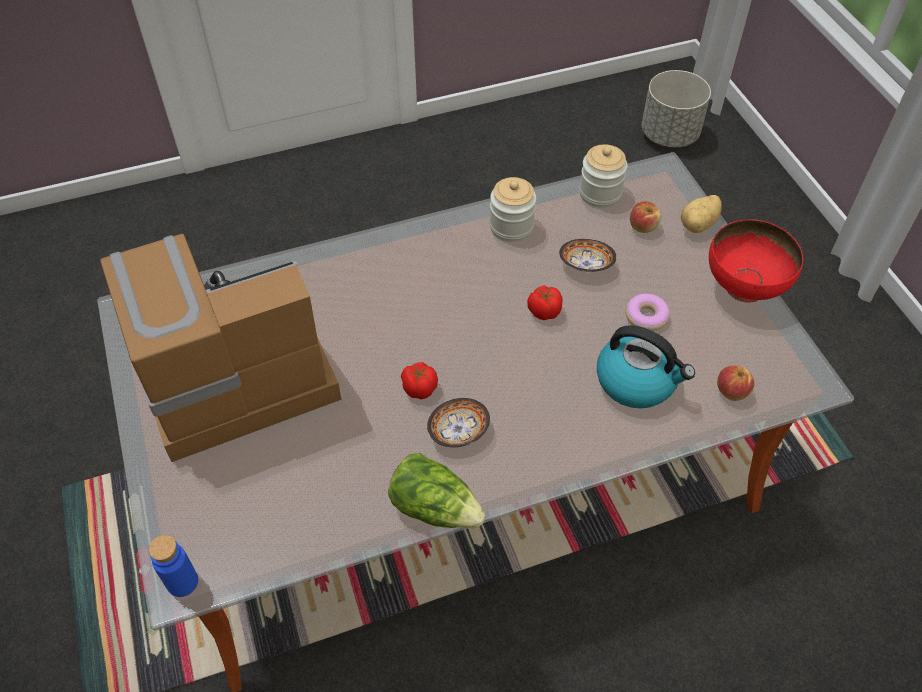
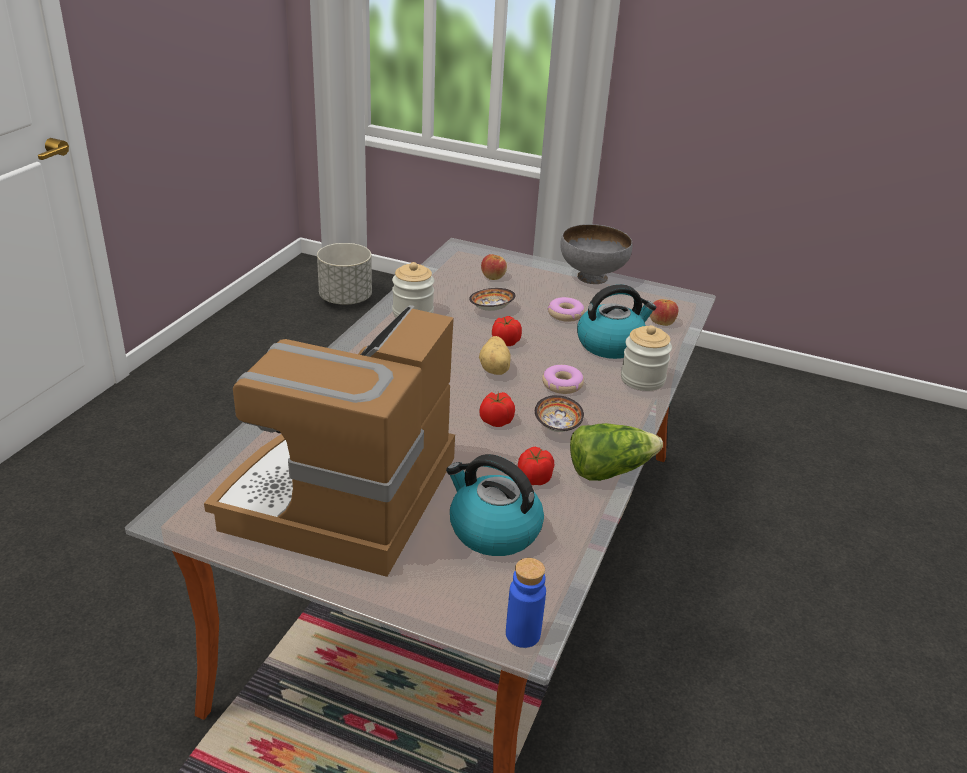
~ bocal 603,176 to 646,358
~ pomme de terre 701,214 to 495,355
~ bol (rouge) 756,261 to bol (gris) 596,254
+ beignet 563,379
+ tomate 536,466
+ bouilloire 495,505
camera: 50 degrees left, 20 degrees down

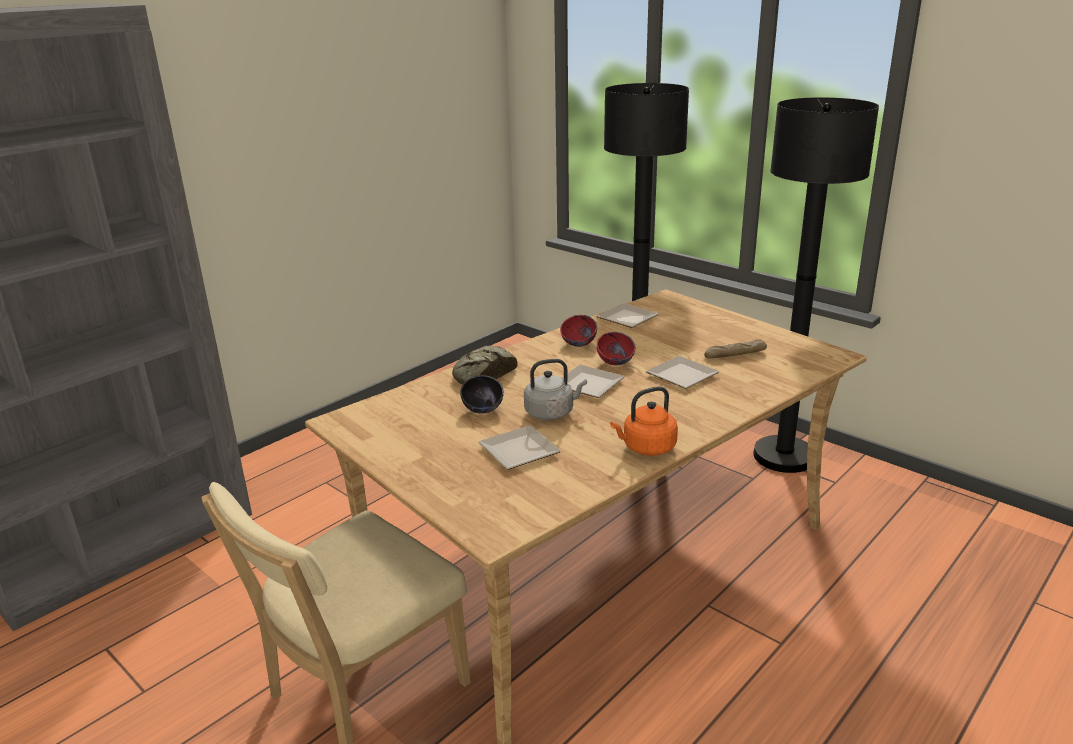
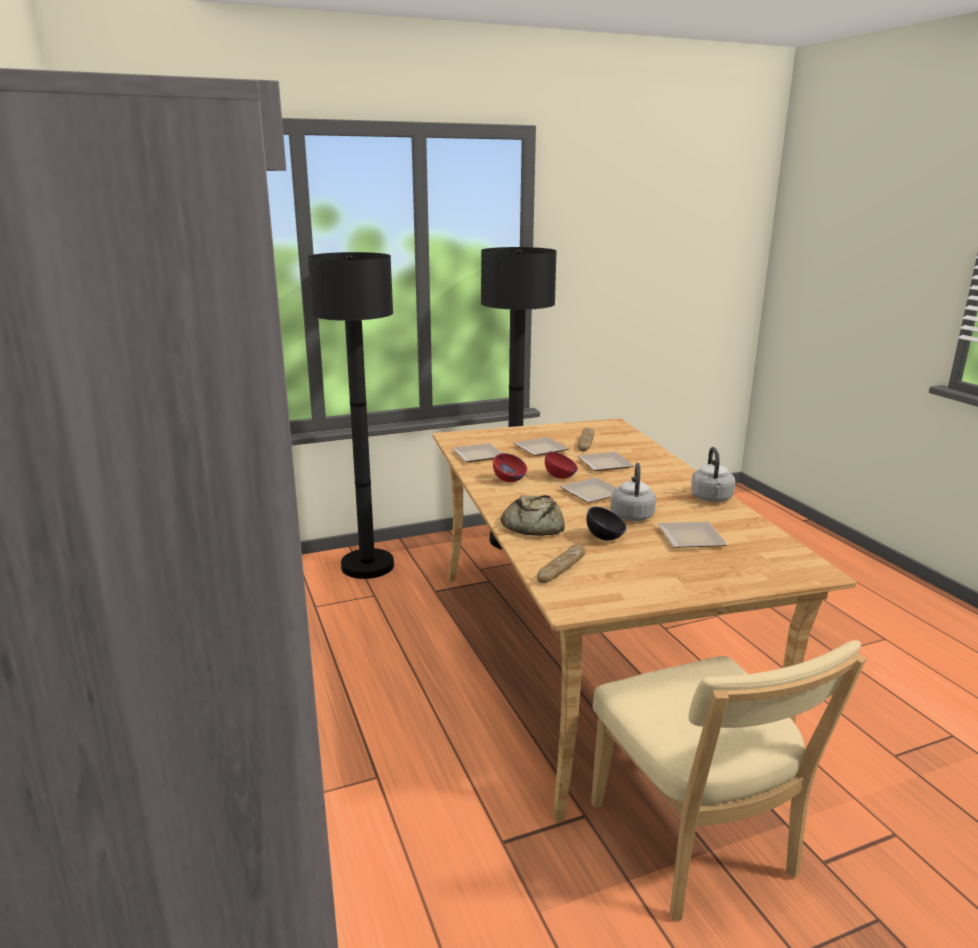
~ bouilloire (orange) 644,421 to bouilloire (gris) 713,474
+ assiette 542,446
+ pain 561,563
camera: 65 degrees left, 5 degrees down

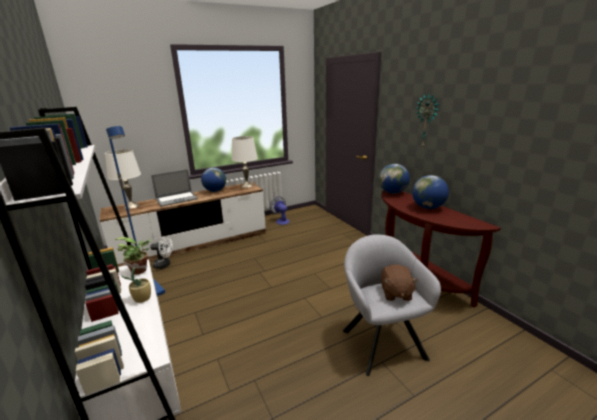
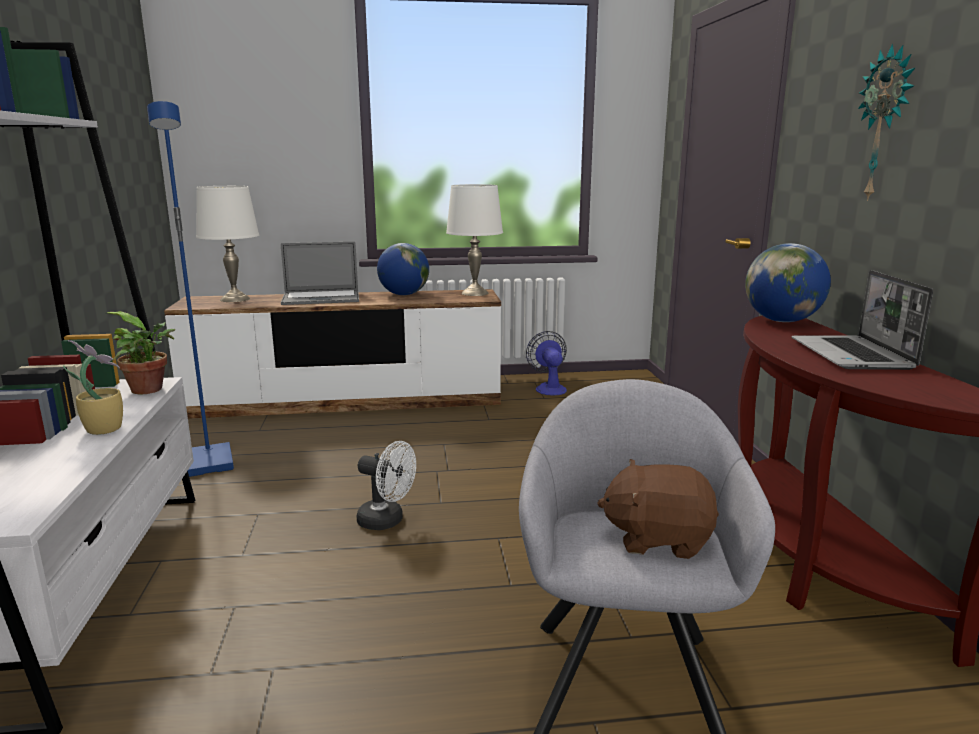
~ globe 430,192 to ordinateur portable 862,320
~ ventilateur (blanc) 161,252 to 386,485
~ peluche (marron) 399,282 = 658,509 75 degrees clockwise
camera: 20 degrees right, 5 degrees down

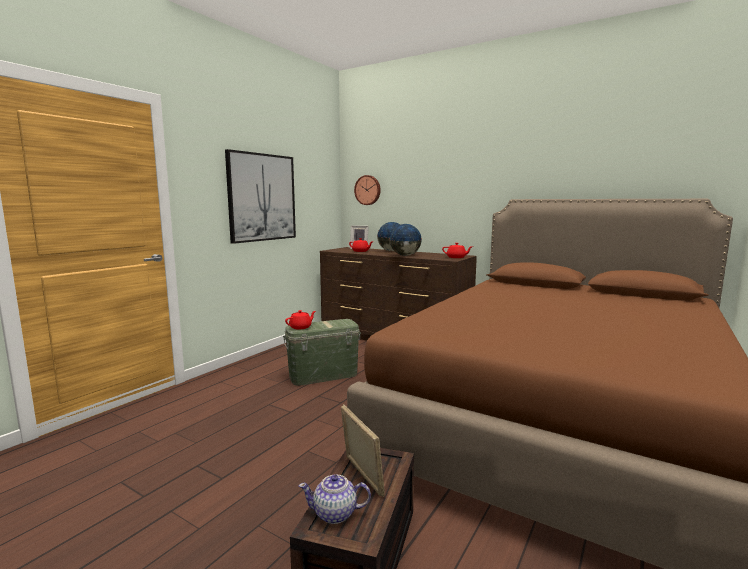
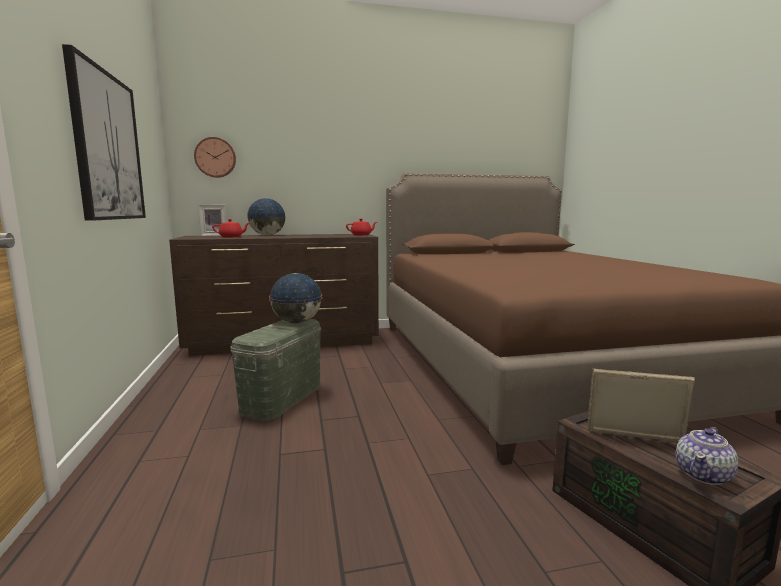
~ globe 406,240 to 296,298
- théière (rouge) 300,320
camera: 45 degrees left, 0 degrees up

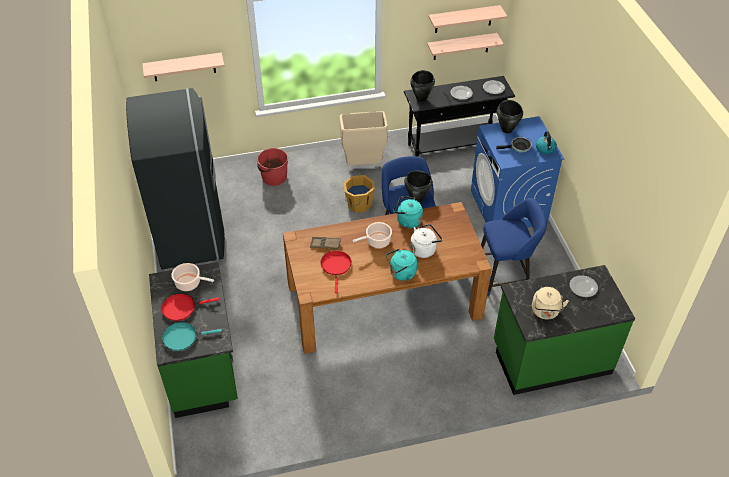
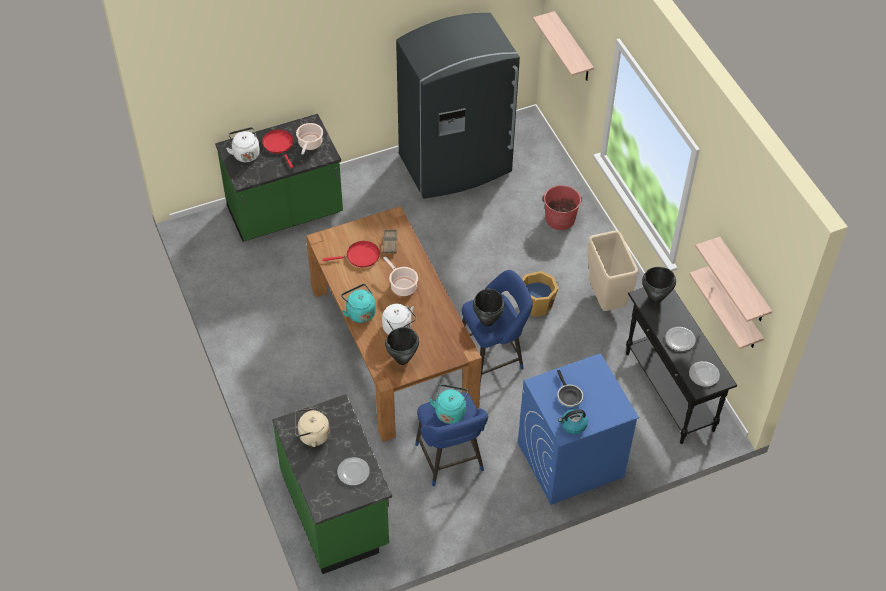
~ marmite (noir) 510,116 to 402,346
~ bouilloire (turquoise) 408,212 to 448,404
~ poêle (turquoise) 192,336 to bouilloire (blanc) 243,144
camera: 80 degrees right, 5 degrees up

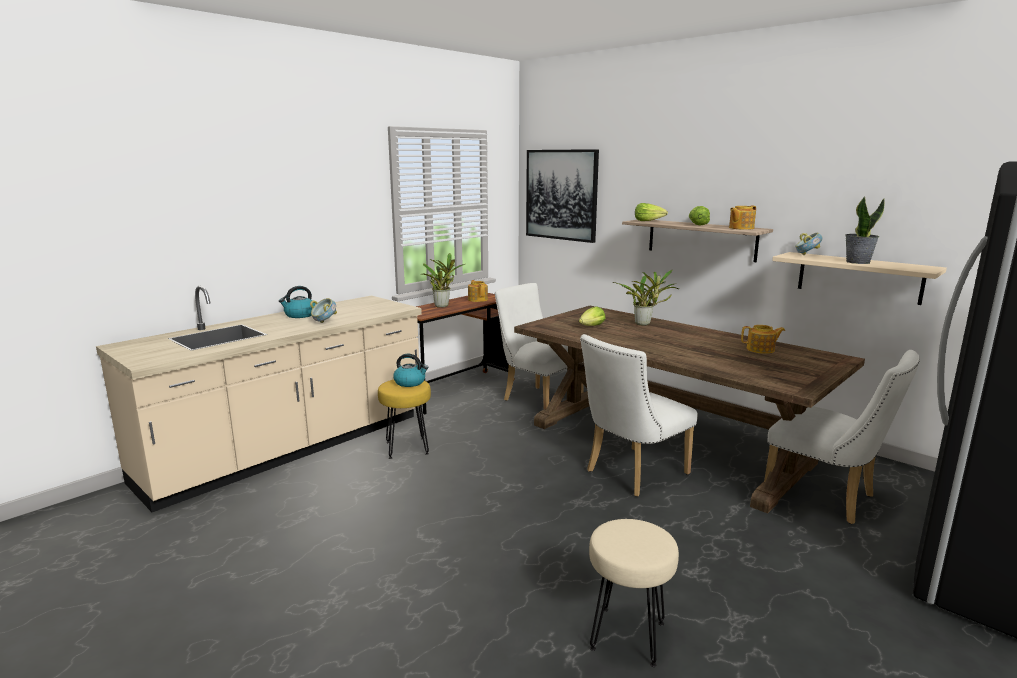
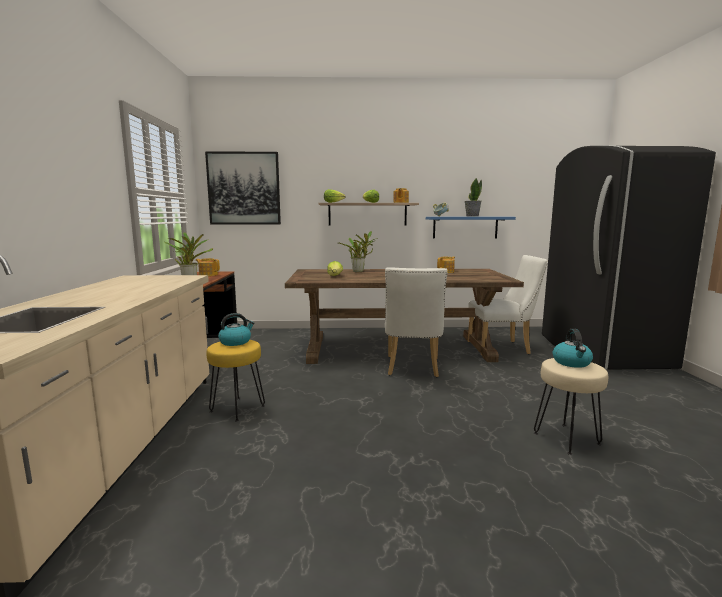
~ étagère (beige) 859,278 to étagère (bleu) 471,227
- chaise (blanc) 539,346
~ bouilloire 297,302 to 573,348
- bol 323,310
camera: 45 degrees left, 5 degrees down

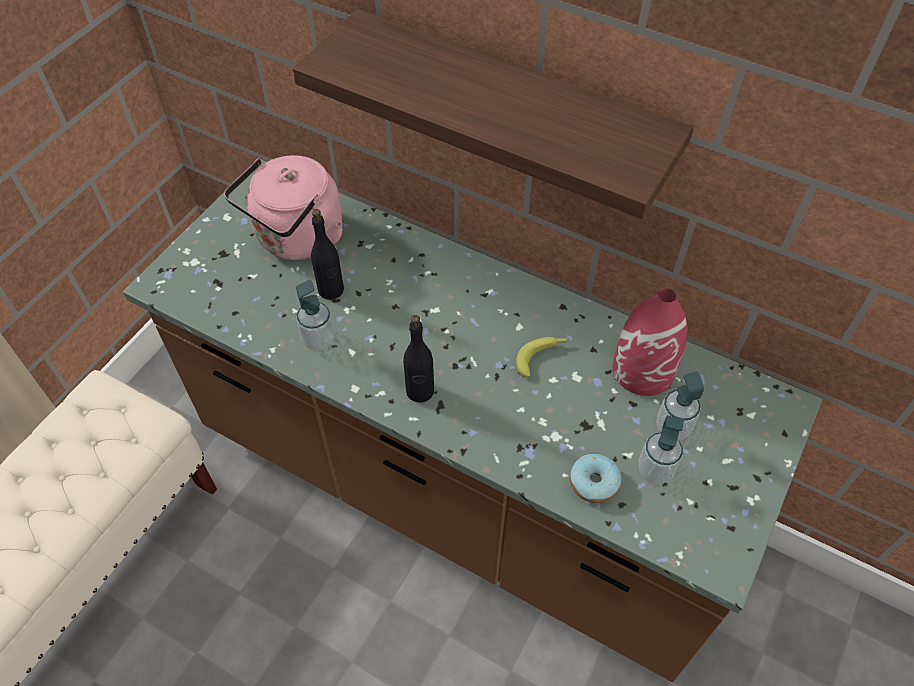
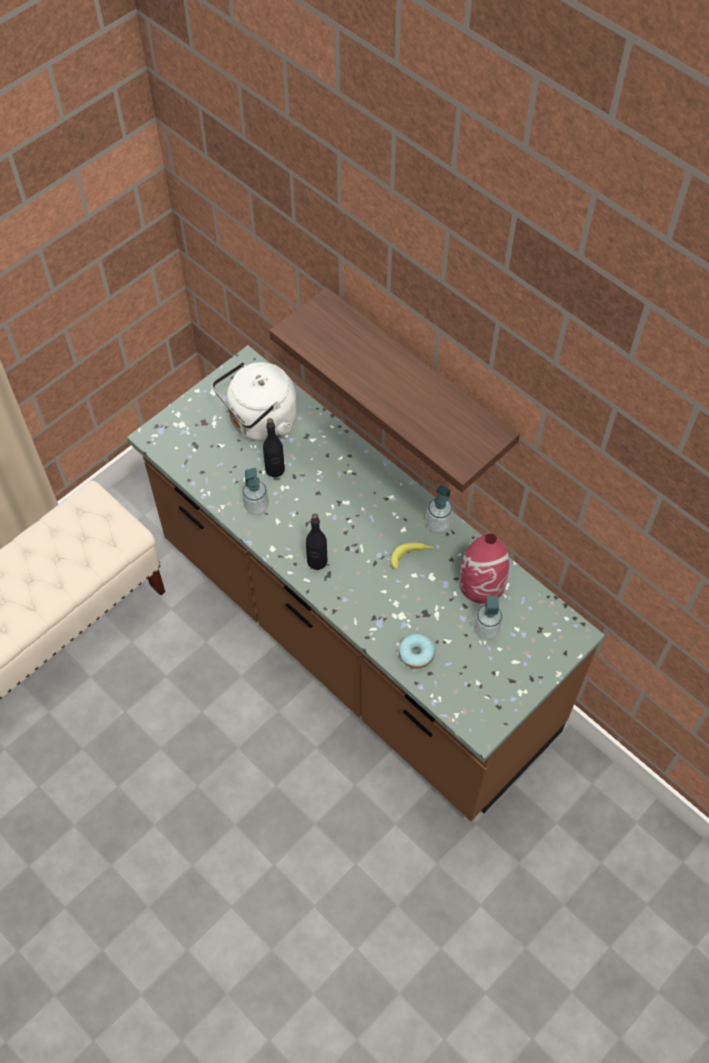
~ bouilloire (rose) 283,207 to bouilloire (blanc) 254,401
~ distributeur de savon 661,449 to 439,508
camera: 15 degrees right, 5 degrees up

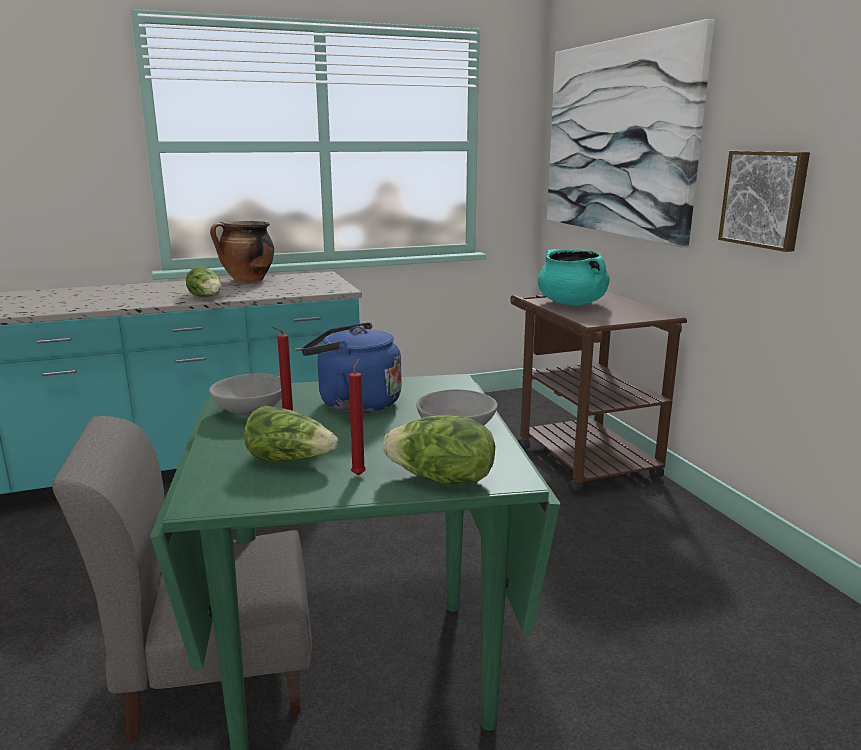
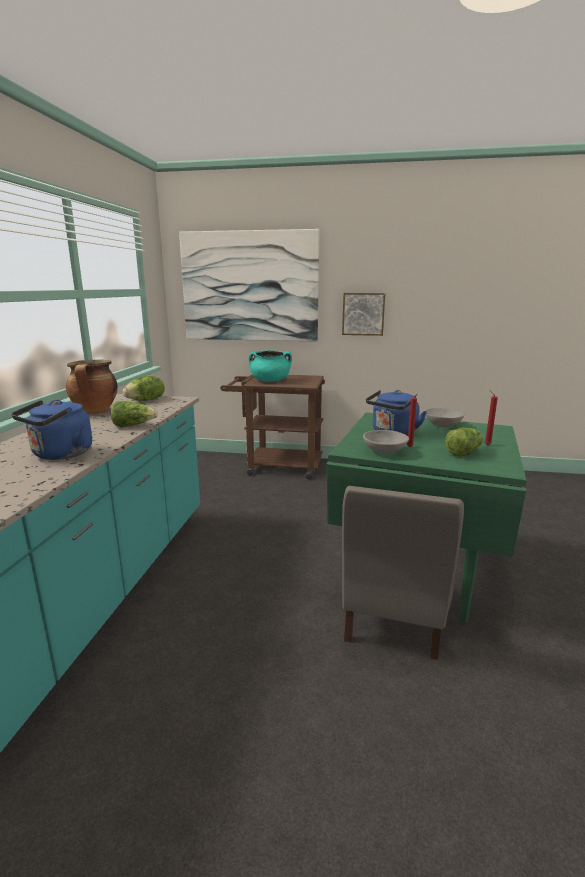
~ laitue 439,449 to 144,388
+ bouilloire (bleu) 51,429
camera: 60 degrees left, 0 degrees up

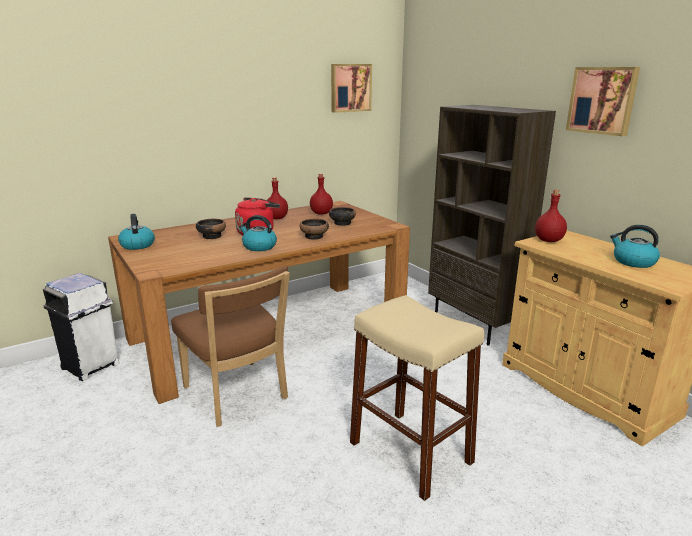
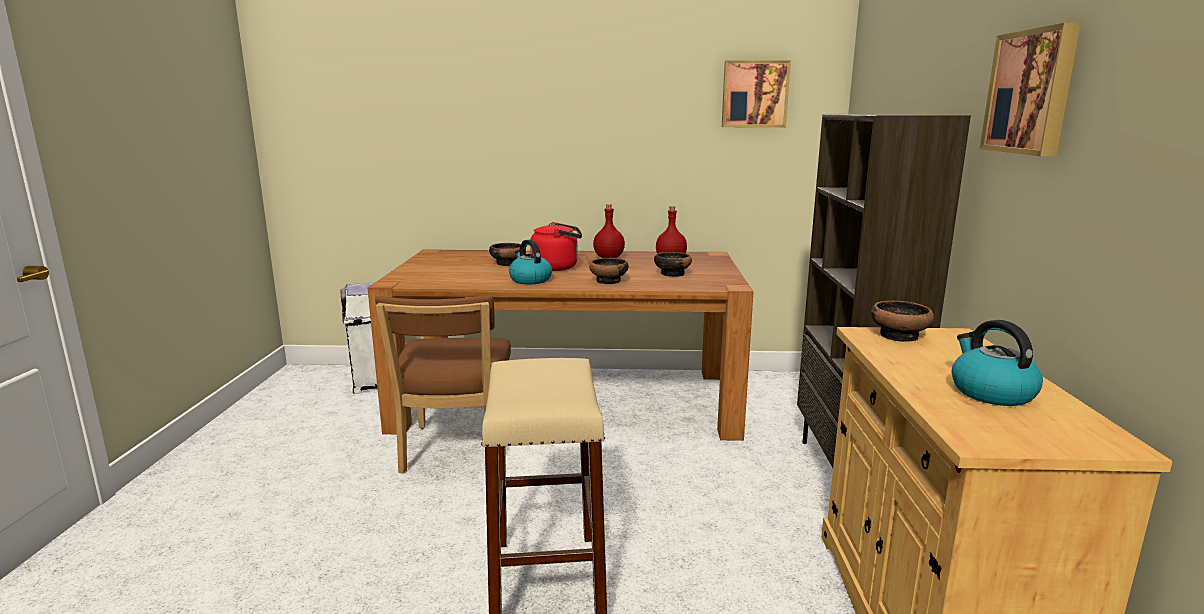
~ bouteille (rouge) 551,216 to bol 902,321
- bouilloire 136,232
camera: 35 degrees right, 5 degrees down

